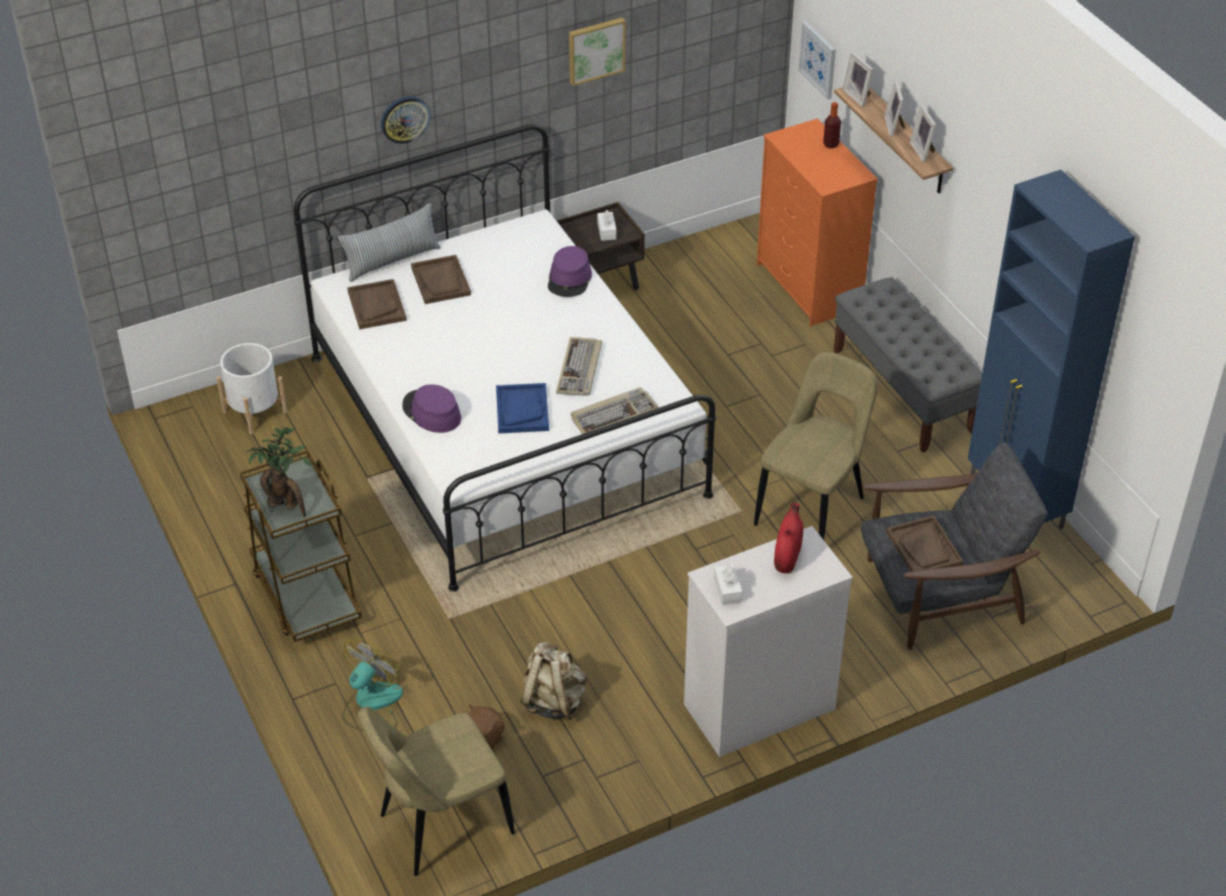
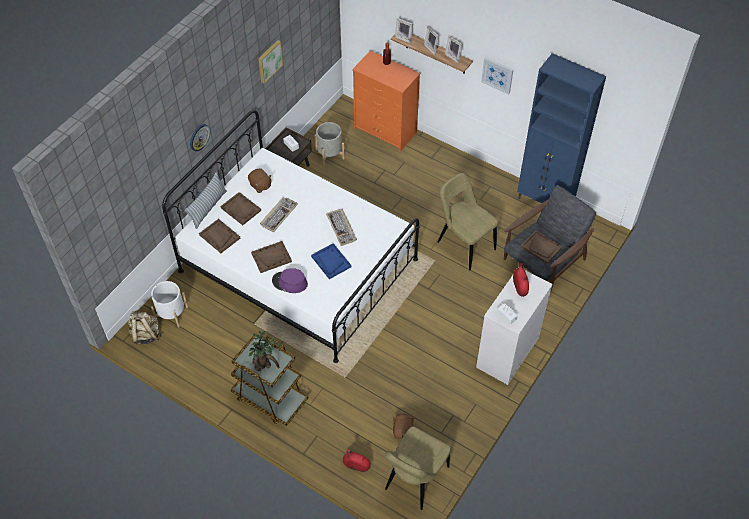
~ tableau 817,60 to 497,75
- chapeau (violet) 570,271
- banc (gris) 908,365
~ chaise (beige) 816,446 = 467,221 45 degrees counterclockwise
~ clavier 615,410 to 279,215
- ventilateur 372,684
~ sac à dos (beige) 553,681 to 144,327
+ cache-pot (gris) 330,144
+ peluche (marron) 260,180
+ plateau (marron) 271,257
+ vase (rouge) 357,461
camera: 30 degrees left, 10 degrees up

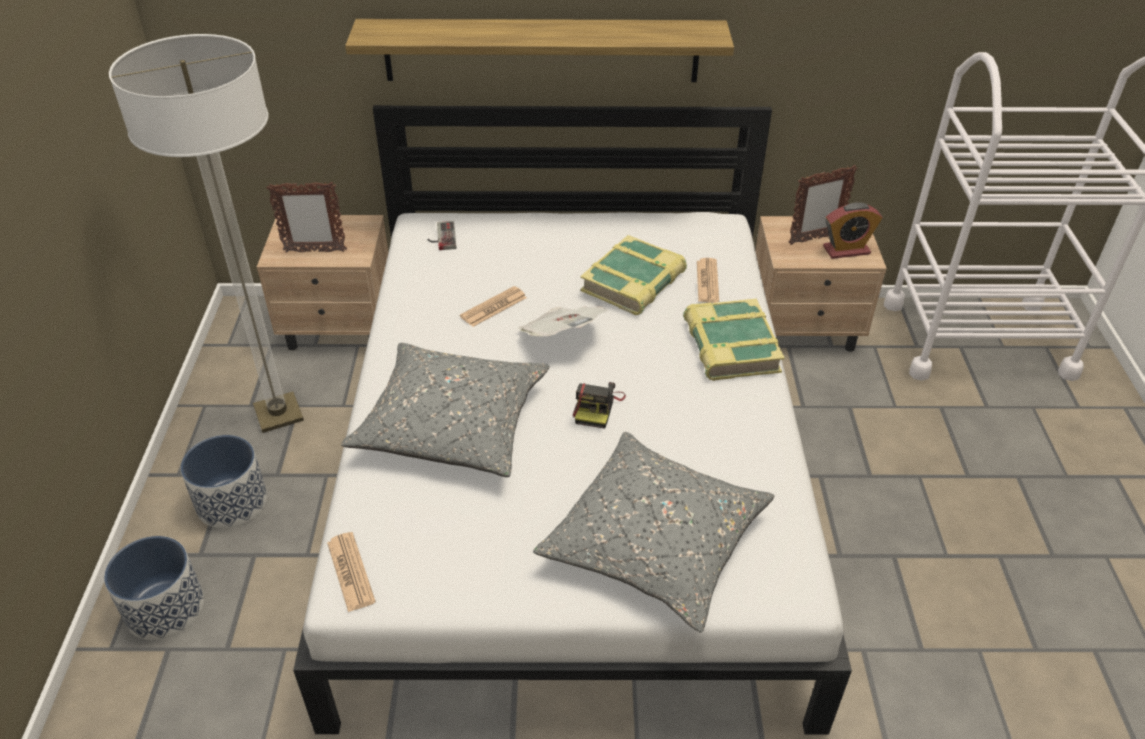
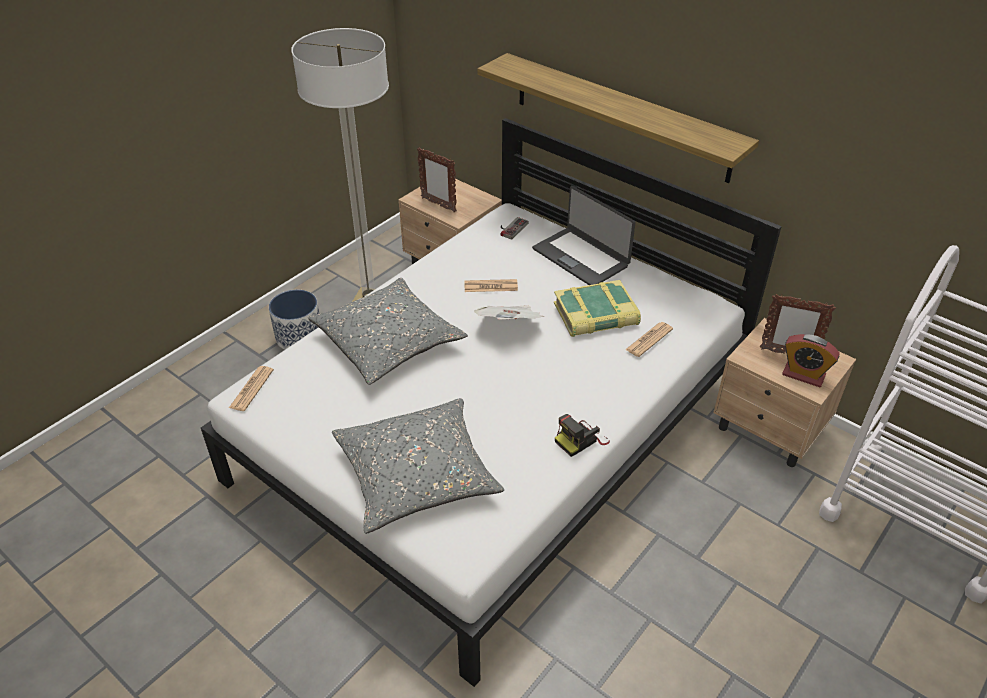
- livre 734,340
~ appareil photo 599,405 to 582,435
- cache-pot 154,588
+ ordinateur portable 584,235
camera: 40 degrees right, 0 degrees up

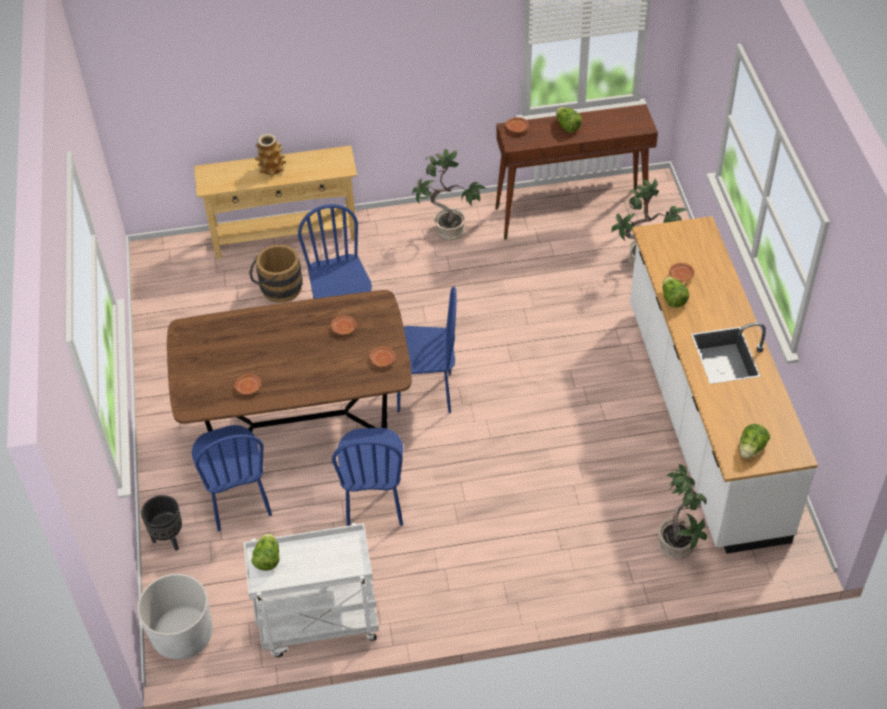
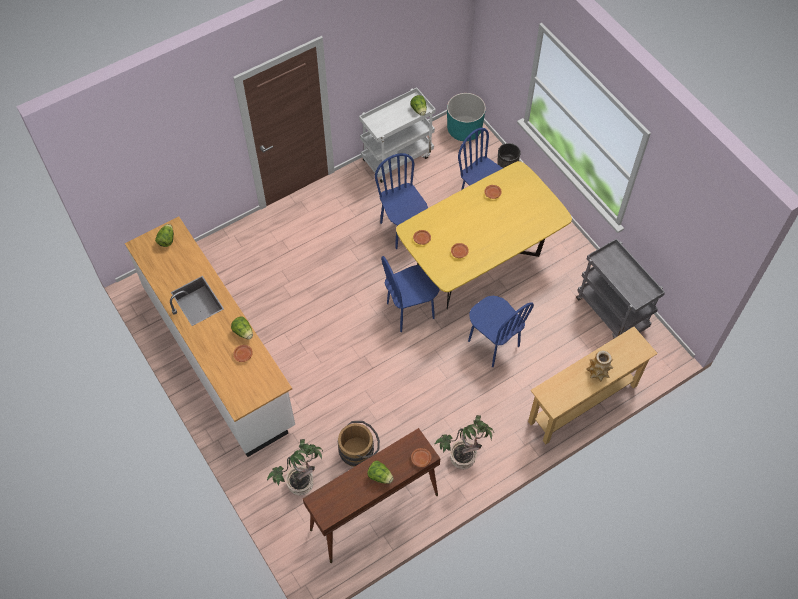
~ seau (marron) 276,273 to 359,444
~ table à manger (marron) 289,361 to table à manger (jaune) 484,235
- plante en pot 682,511
~ cache-pot (blanc) 175,617 to cache-pot (turquoise) 466,117
+ chariot (gris) 620,288
camera: 155 degrees right, 10 degrees up

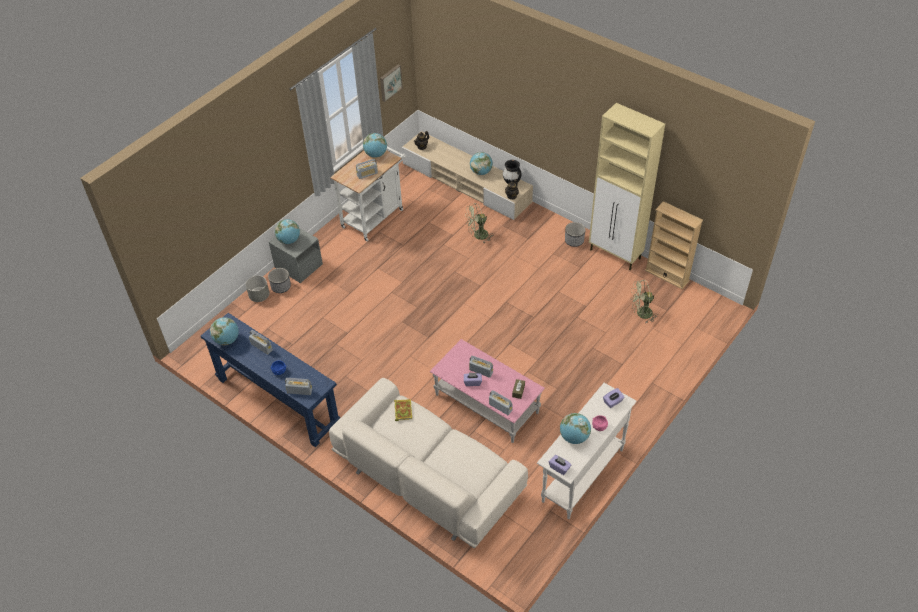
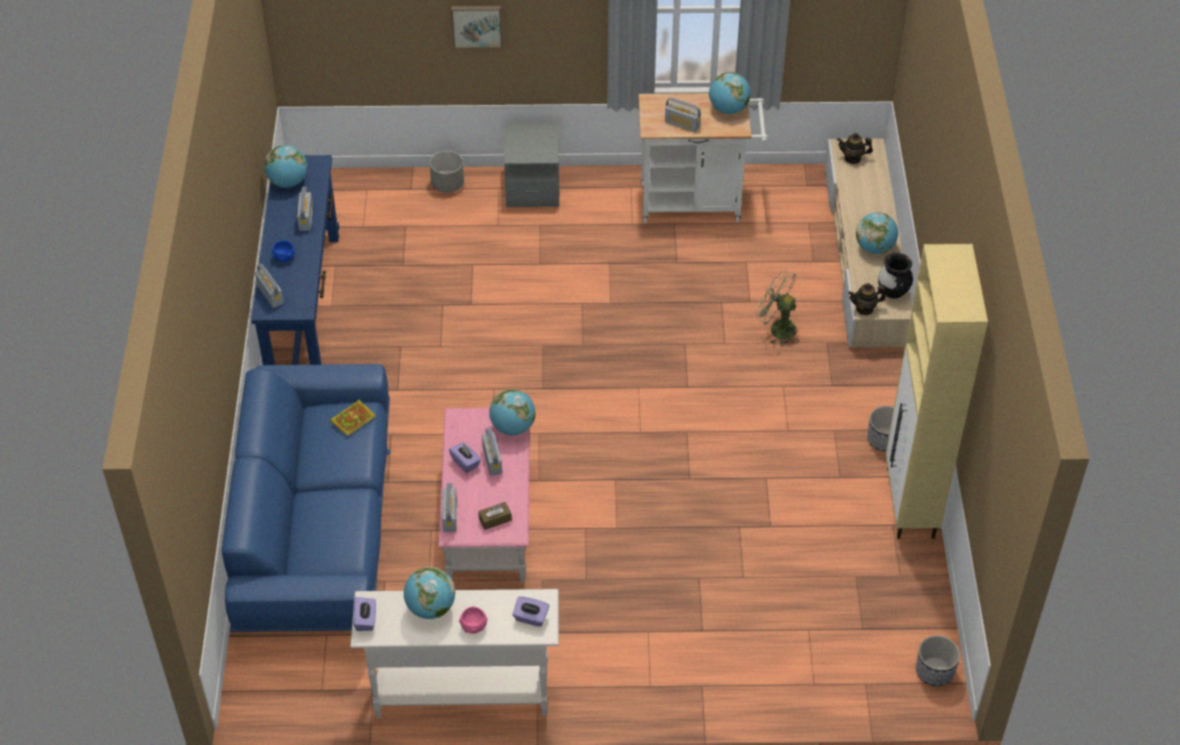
~ tableau 391,83 to 476,27
- bibliothèque (beige) 674,245
~ globe 287,231 to 512,412
~ cache-pot 279,280 to 938,660
- ventilateur (vert) 643,302
~ canapé (beige) 428,463 to canapé (bleu) 306,498
camera: 50 degrees right, 0 degrees up

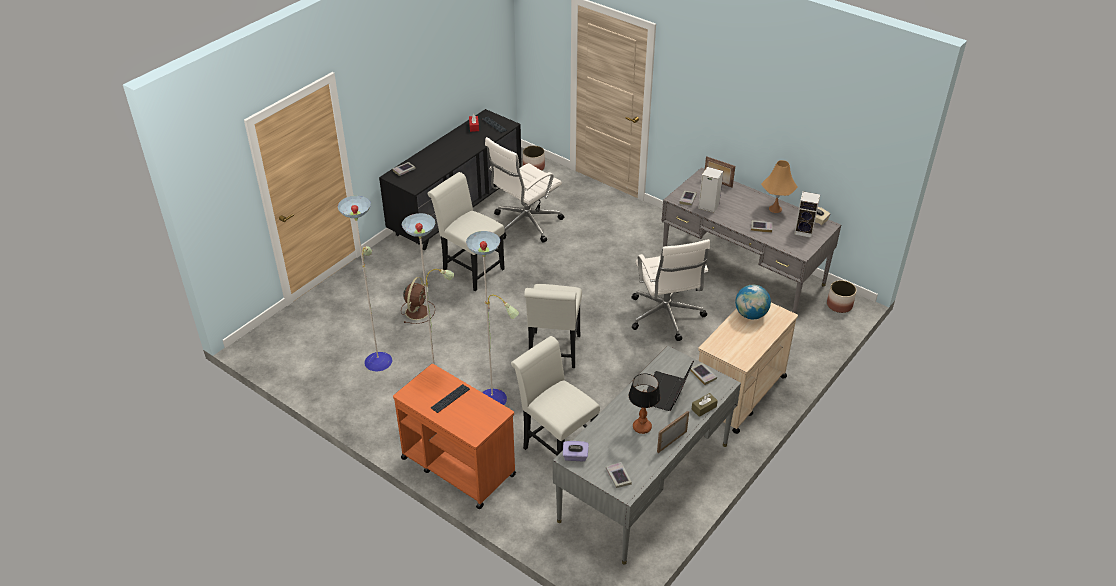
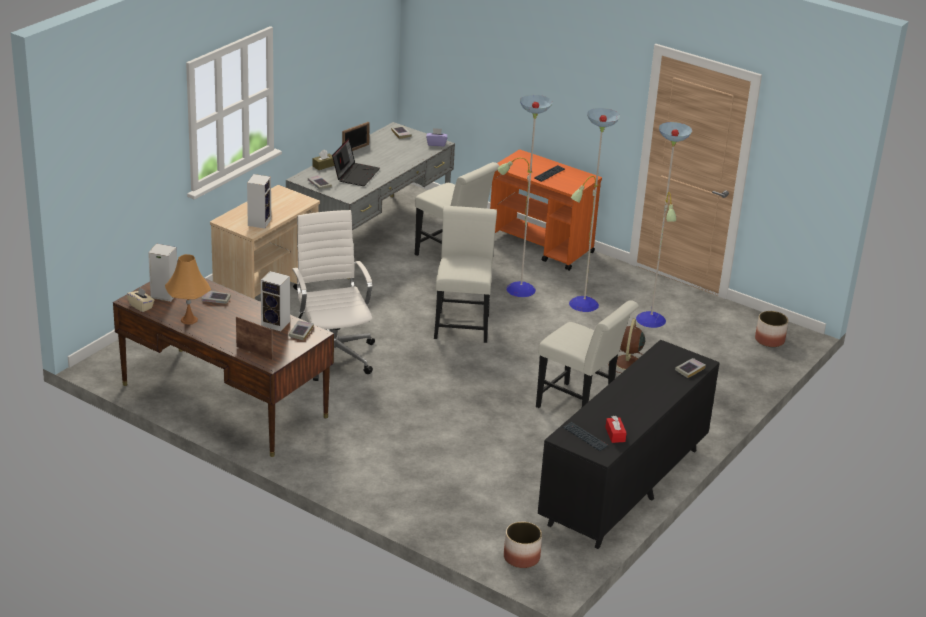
- chaise de bureau (blanc) 524,190
~ bureau (gris) 751,241 to bureau (marron) 223,367
~ cache-pot 842,296 to 771,329
~ globe 753,302 to enceinte 259,201
- lampe de table 645,404
camera: 175 degrees right, 10 degrees down

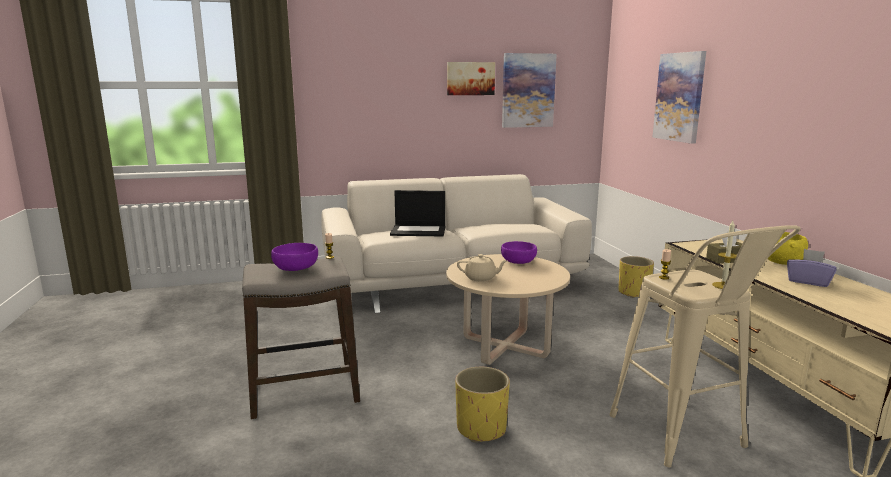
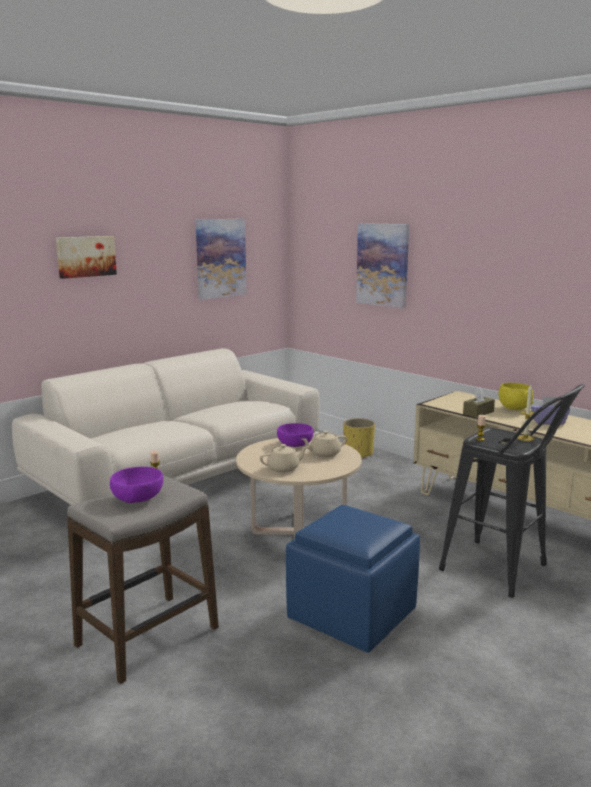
~ tableau 471,78 to 86,257
- ordinateur portable 418,213
~ tabouret (beige) 705,346 to tabouret (noir) 512,490
~ cache-pot (jaune) 482,404 to pouf (bleu) 353,579
+ théière (beige) 324,444
camera: 30 degrees left, 0 degrees up

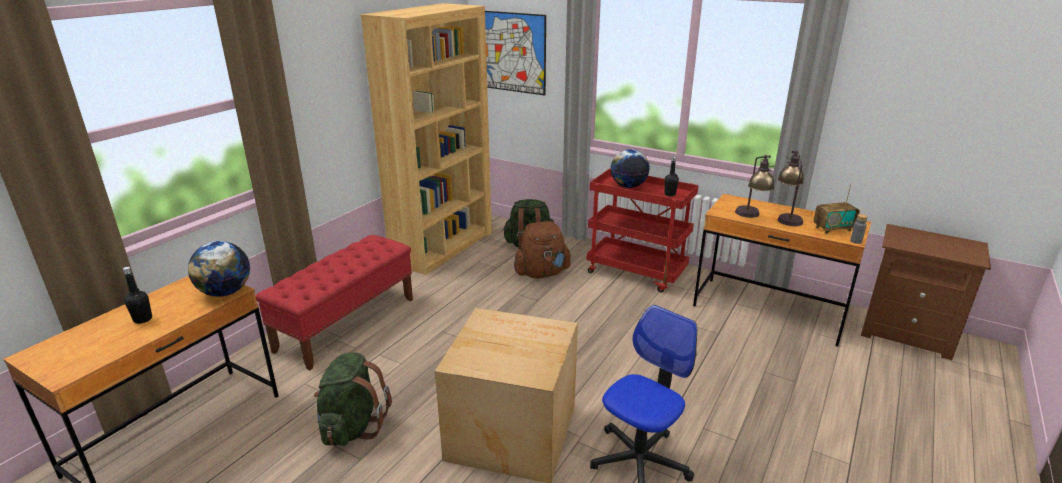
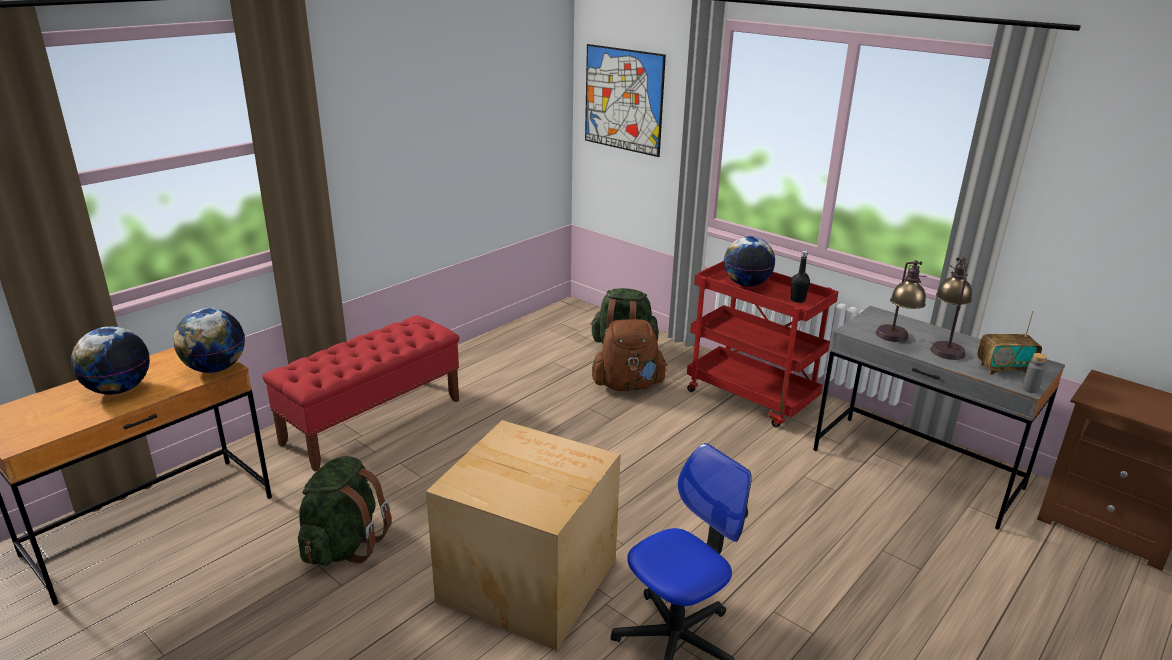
- bibliothèque (marron) 426,139
~ bureau (marron) 782,270 to bureau (gris) 939,418
~ bouteille (noir) 137,295 to globe 110,360
camera: 10 degrees right, 0 degrees up

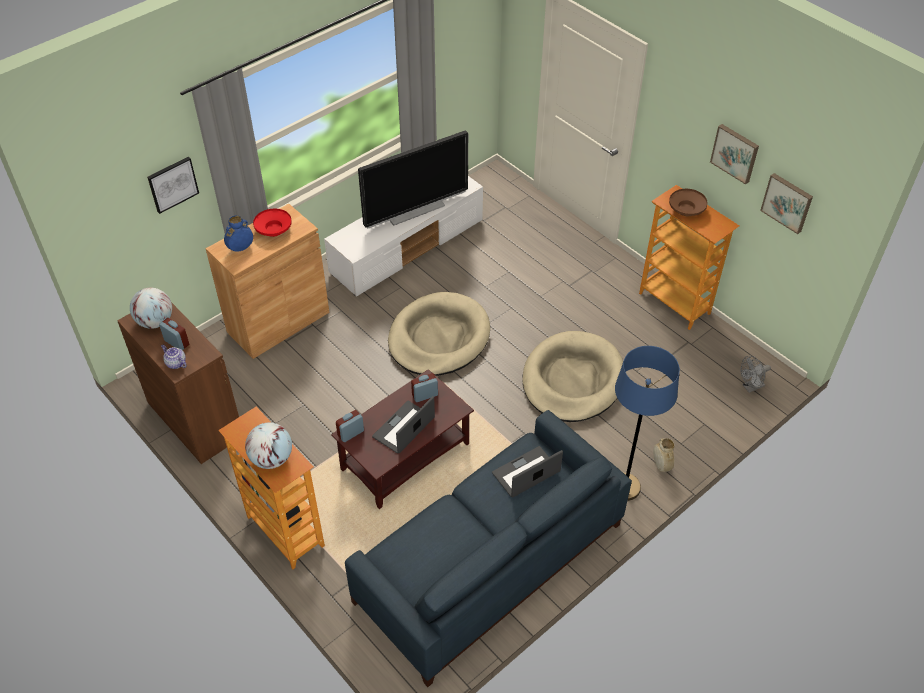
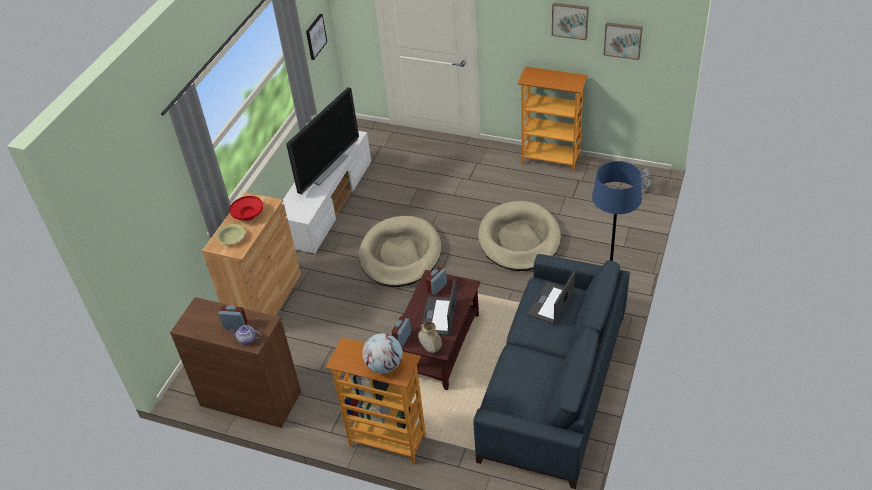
~ tableau 173,185 to 316,37
- bol (marron) 688,202
~ vase (bleu) 238,234 to bol (jaune) 230,234
- globe 151,308
~ vase (beige) 664,455 to 430,337
camera: 25 degrees left, 5 degrees down

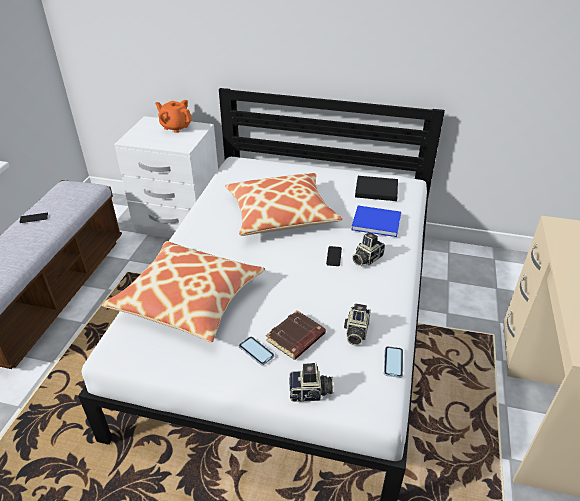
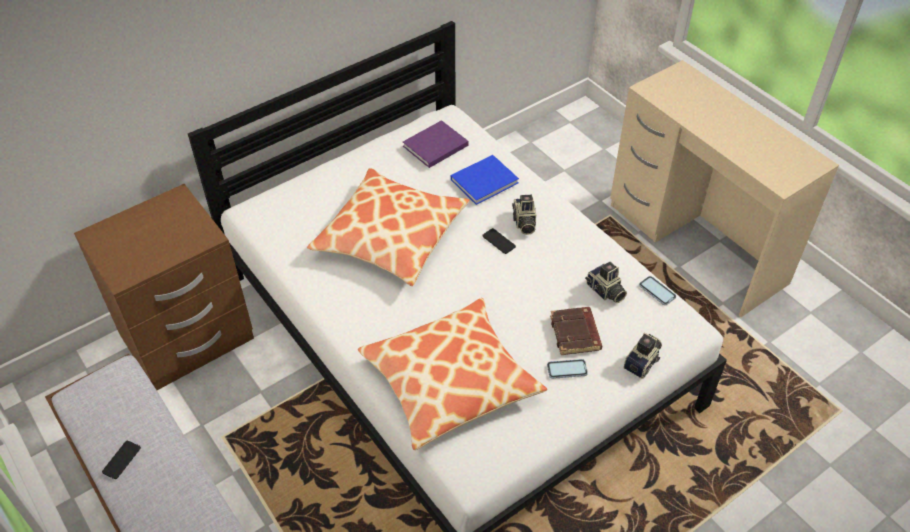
- théière (orange) 173,116
~ table de chevet (blanc) 166,177 to table de chevet (marron) 164,287
~ livre (noir) 376,188 to livre (violet) 435,144
camera: 50 degrees left, 10 degrees up

